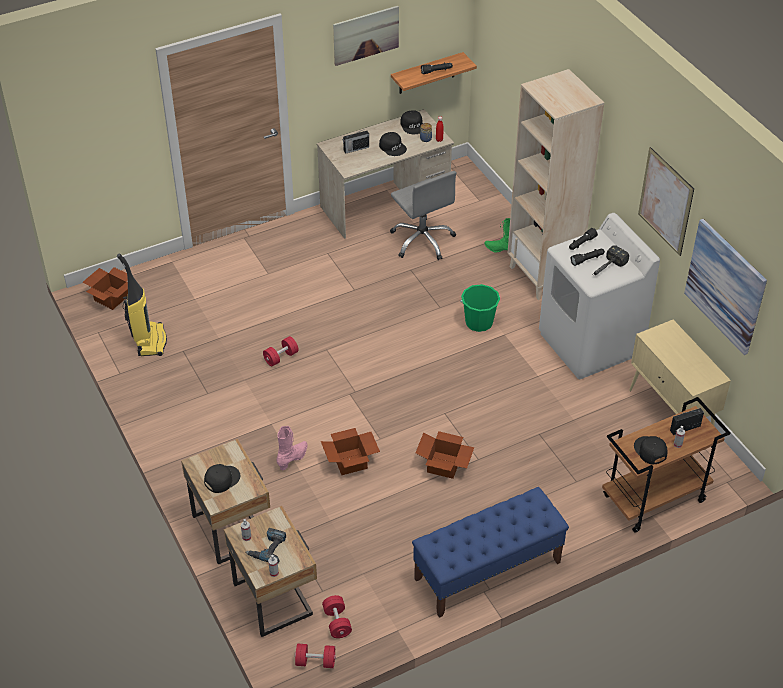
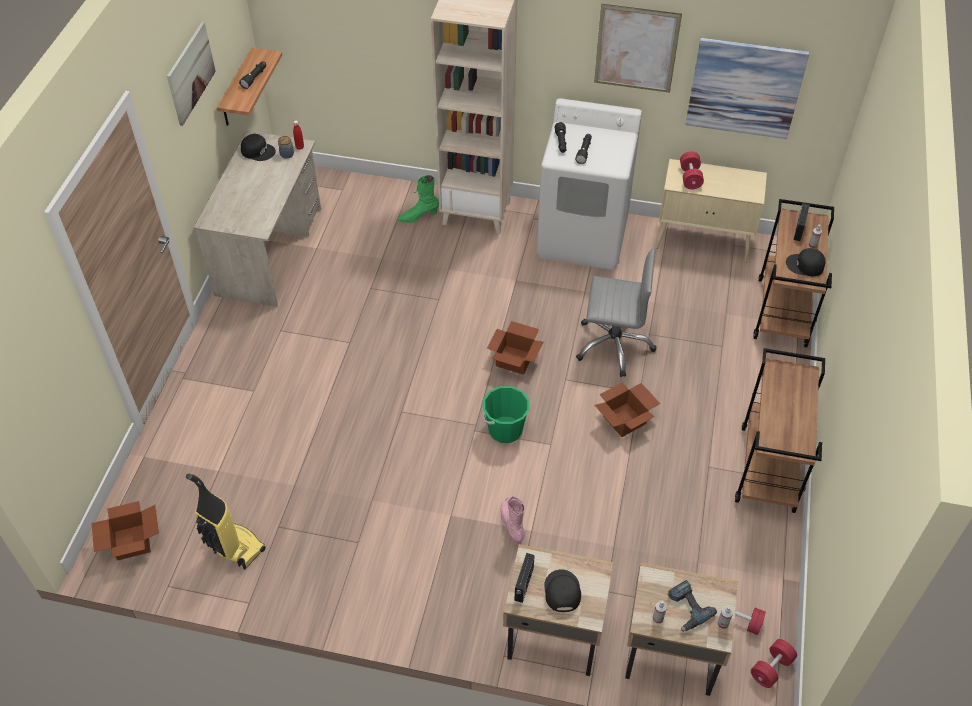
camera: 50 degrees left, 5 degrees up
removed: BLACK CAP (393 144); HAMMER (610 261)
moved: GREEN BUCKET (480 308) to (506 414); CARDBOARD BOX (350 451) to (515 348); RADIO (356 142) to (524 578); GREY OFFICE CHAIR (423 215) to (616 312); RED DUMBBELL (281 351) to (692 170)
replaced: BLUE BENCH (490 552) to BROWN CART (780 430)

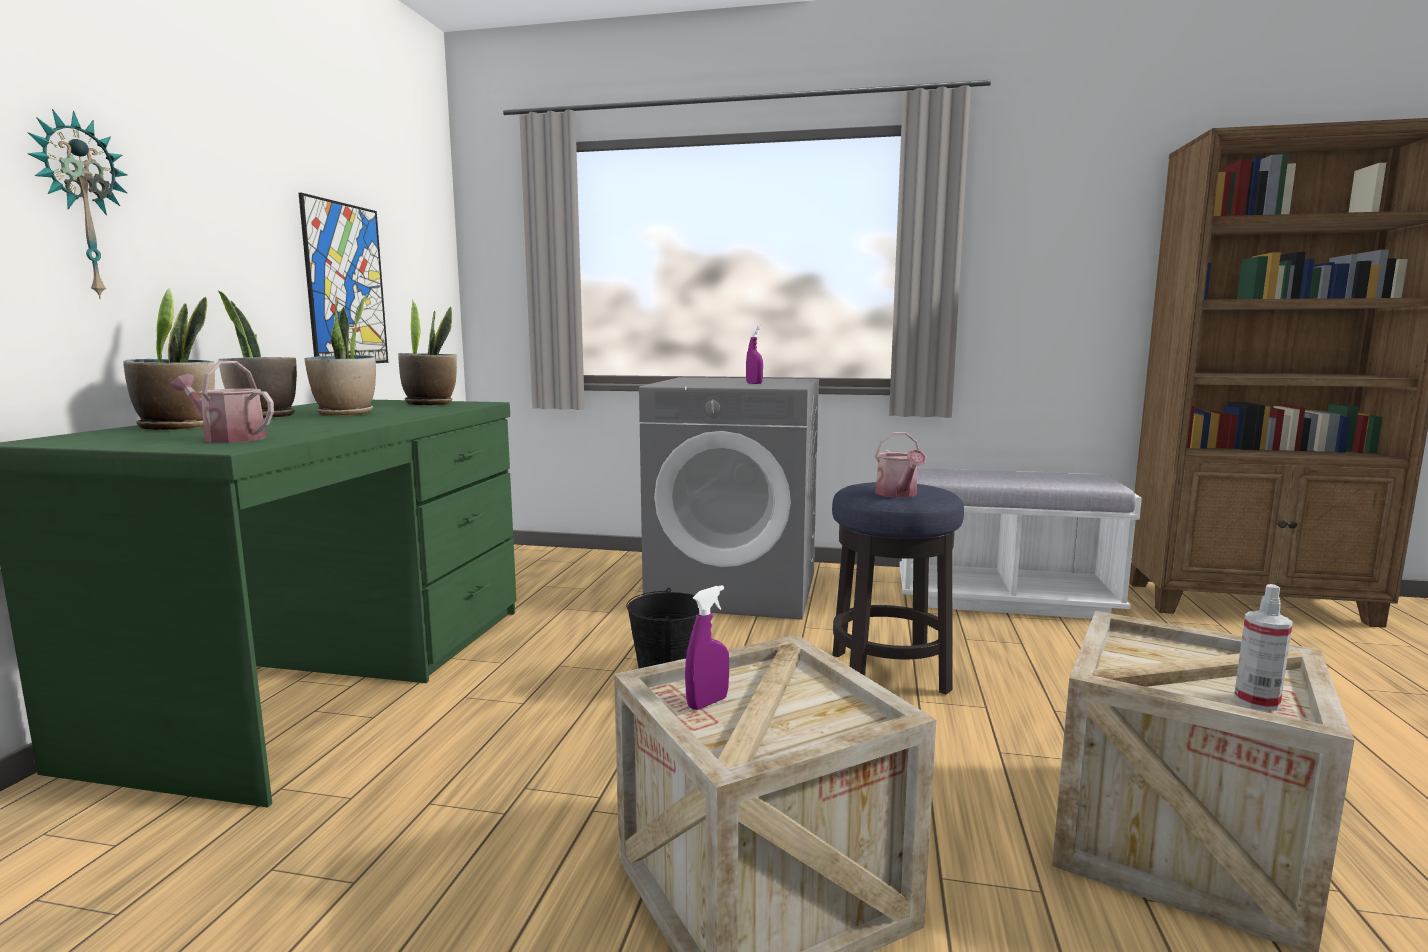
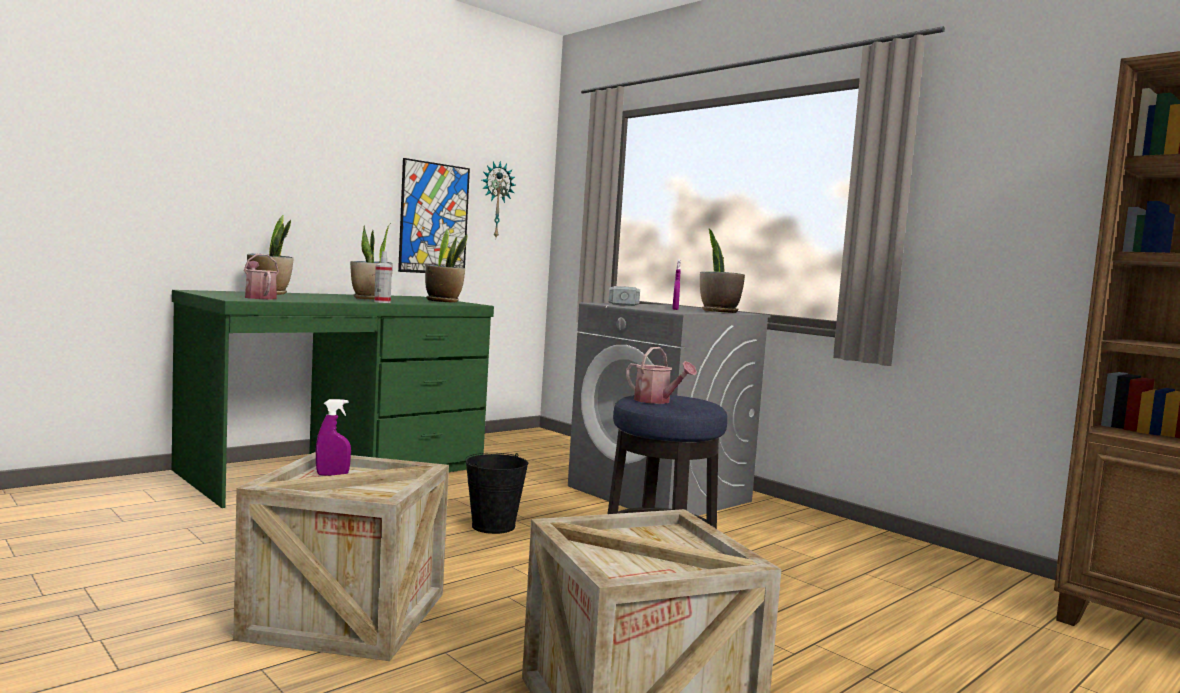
camera: 35 degrees right, 5 degrees down
removed: WHITE BENCH (1021 544)
added: HAMMER (624 296)
moved: SPRAY BOTTLE (1263 647) to (383 277); WALL CLOCK (77 204) to (499 199); POTTED PLANT (257 354) to (722 271)
turned: WATERING CAN (901 464) = (661 375) 75 degrees counterclockwise

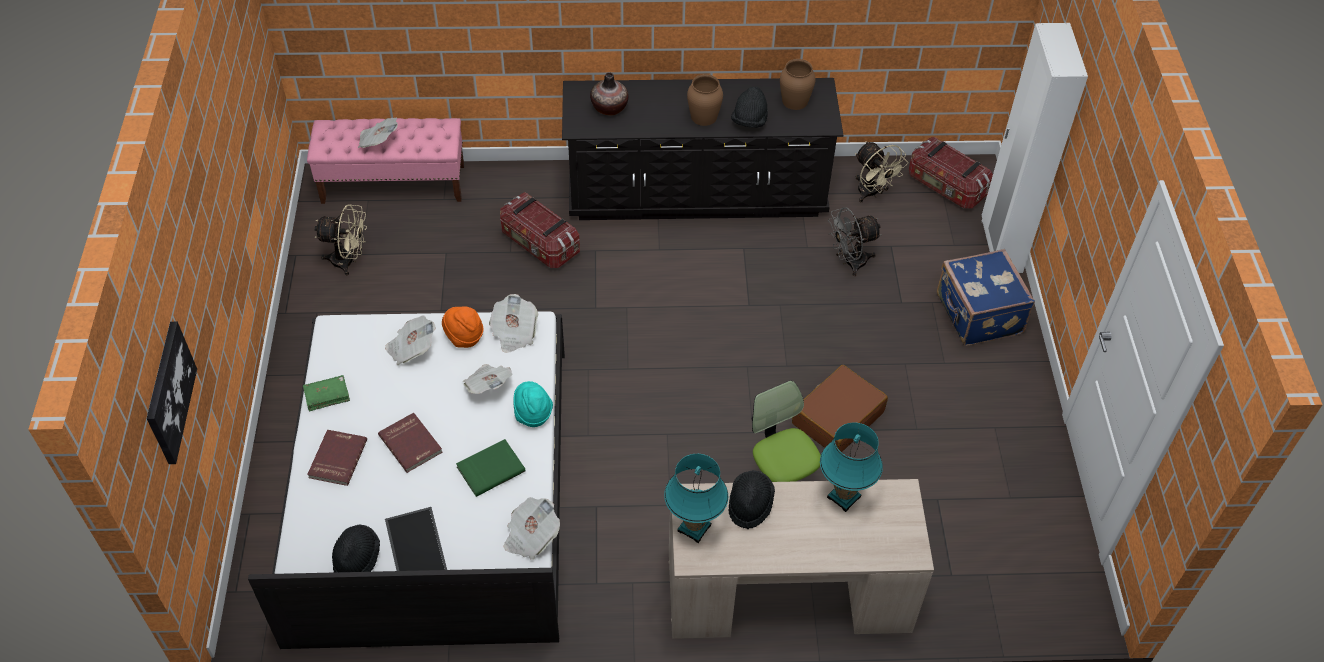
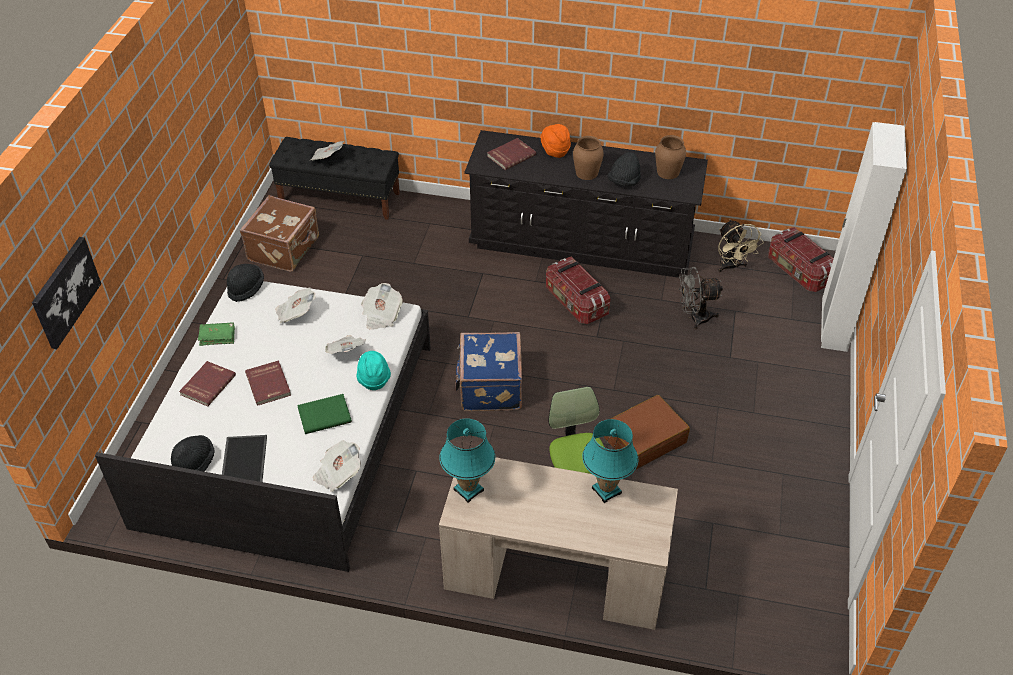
camera: 15 degrees right, 5 degrees down
moved: BLACK HAT (751 499) to (245 283); BLUE SUITCASE (986 297) to (488 371); ORANGE HAT (462 327) to (556 141); STORAGE BOX (540 230) to (578 290)
replaced: BEIGE FAN (340 240) to BROWN SUITCASE (279 233); VASE (609 94) to RED BOOK (511 154)
recoloured: PINK BENCH (385 161) to BLACK BENCH (334 178)

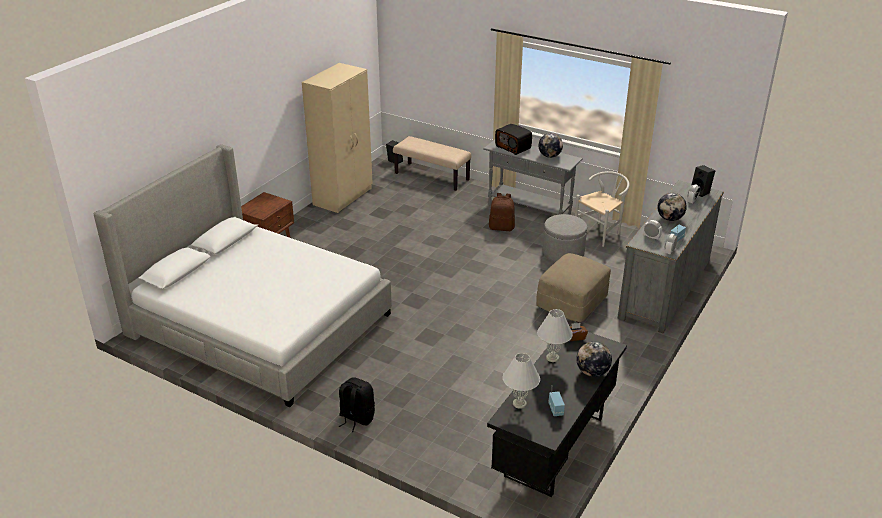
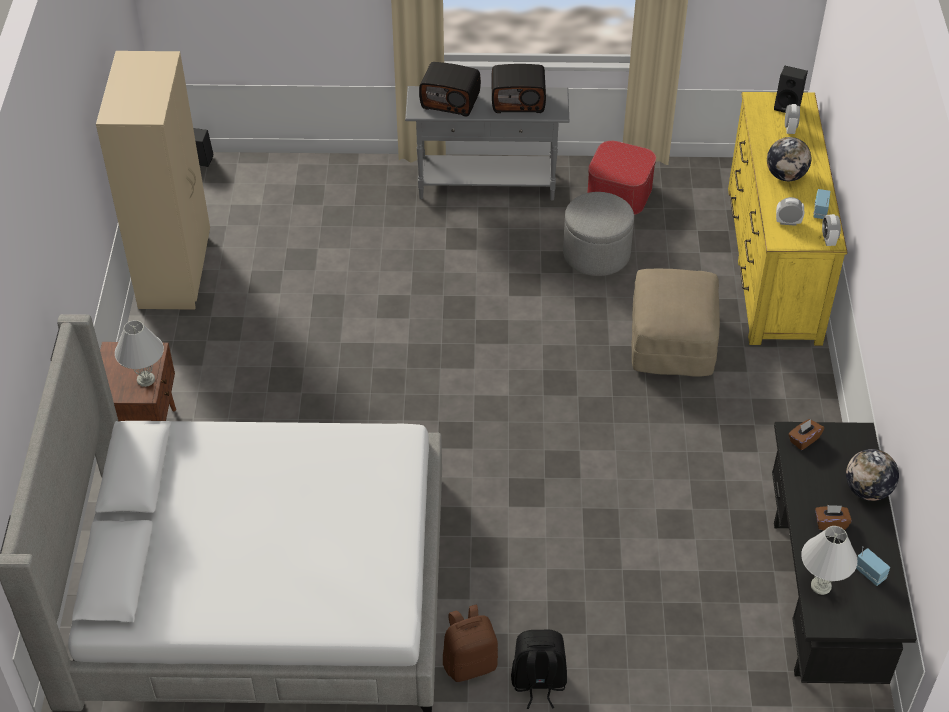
camera: 30 degrees left, 15 degrees up
removed: BEIGE BENCH (432 163)
added: BROWN TISSUE BOX (833 517)
moved: WHITE TABLE LAMP (555 335) to (139 353); BROWN BACKPACK (502 212) to (470 643)
replaced: GLOBE (551 145) to RADIO (518 88); WHITE CHAIR (602 209) to OTTOMAN (621 178)
recoloured: GREY DRESSER (671 256) to YELLOW DRESSER (787 219)

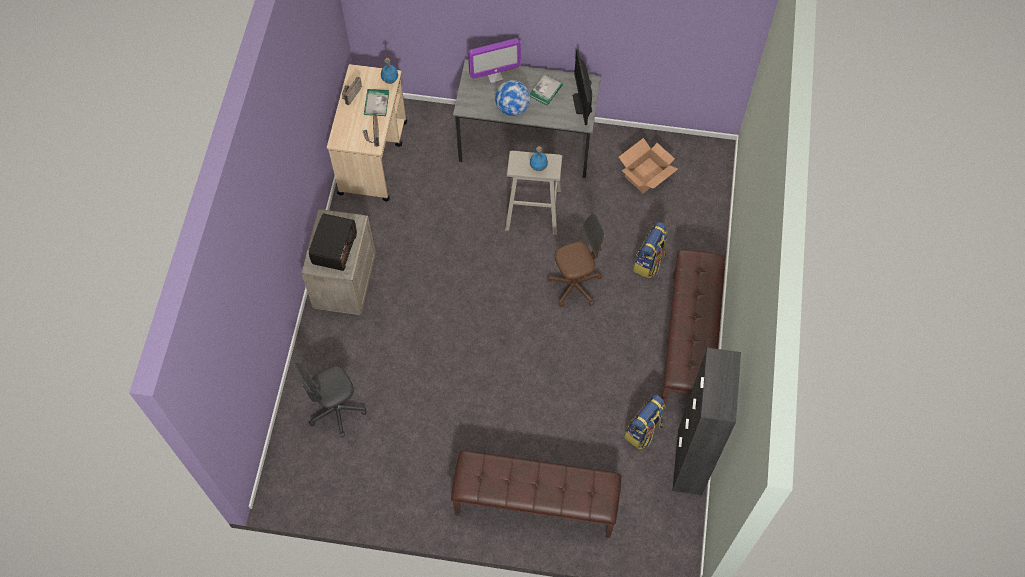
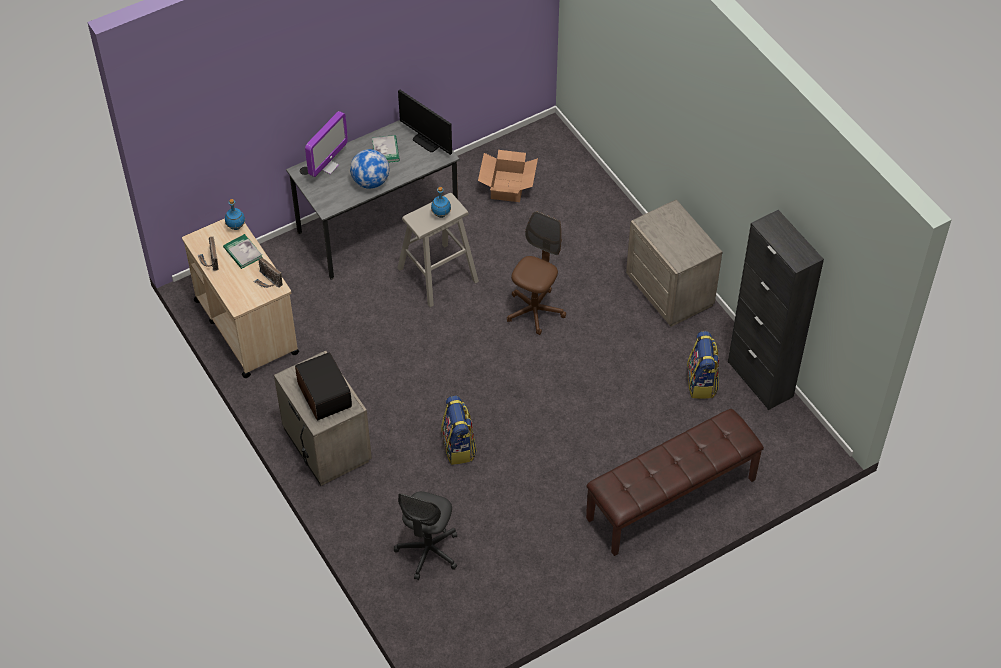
camera: 40 degrees left, 10 degrees down
moved: BACKPACK (650 250) to (459 430)
replaced: BROWN BENCH (693 327) to BEIGE NIGHTSTAND (674 263)

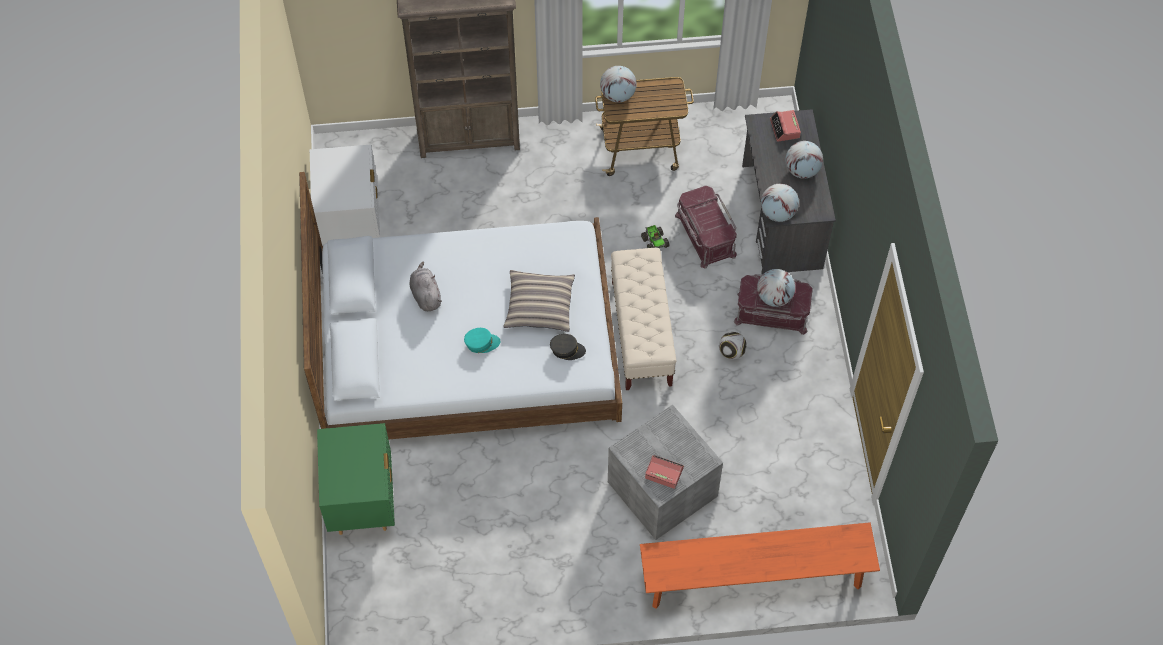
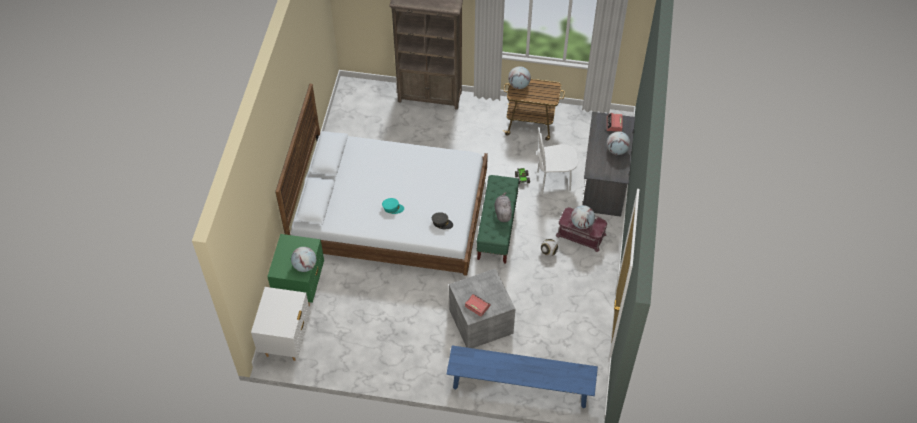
camera: 15 degrees right, 5 degrees down
removed: PILLOW (539 301)
moved: WHITE NIGHTSTAND (345 195) to (280 324); GLOBE (780 203) to (303 259); GREY PLUSH TOY (426 286) to (503 207)
replaced: RED STORAGE BOX (706 227) to WHITE CHAIR (557 161)
recoloured: ORANGE BENCH (760 565) to BLUE BENCH (522 377); BEIGE BENCH (644 319) to GREEN BENCH (497 219)

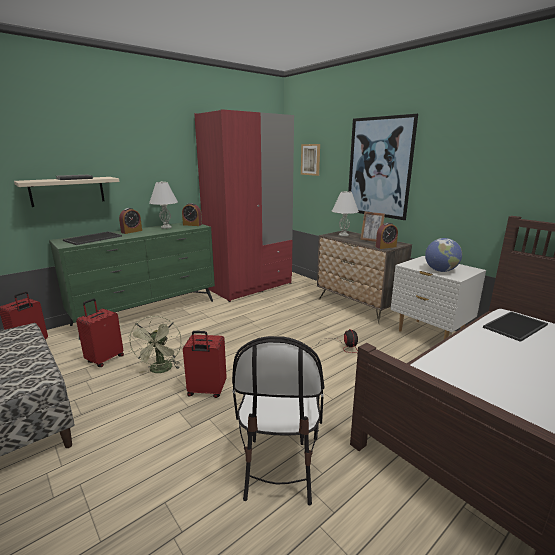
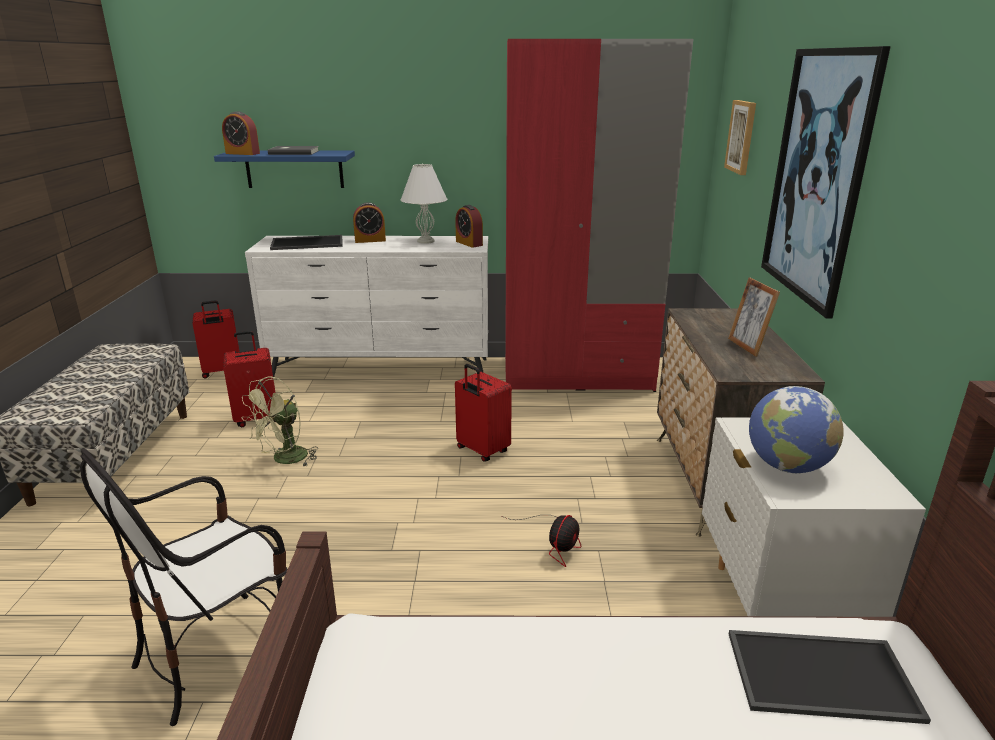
camera: 40 degrees right, 5 degrees up
removed: WHITE TABLE LAMP (345 213)
moved: ALARM CLOCK (387 235) to (241 133); RED SUITCASE (205 364) to (483 413)
recoloured: BEIGE SHELF (66 192) to BLUE SHELF (284 169); GREEN DRESSER (132 281) to WHITE DRESSER (366 307)

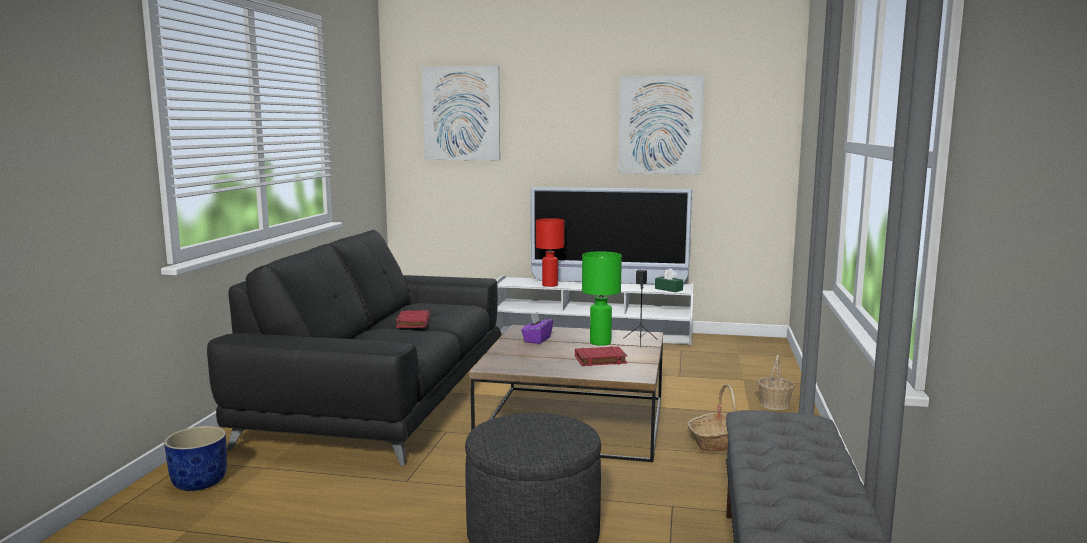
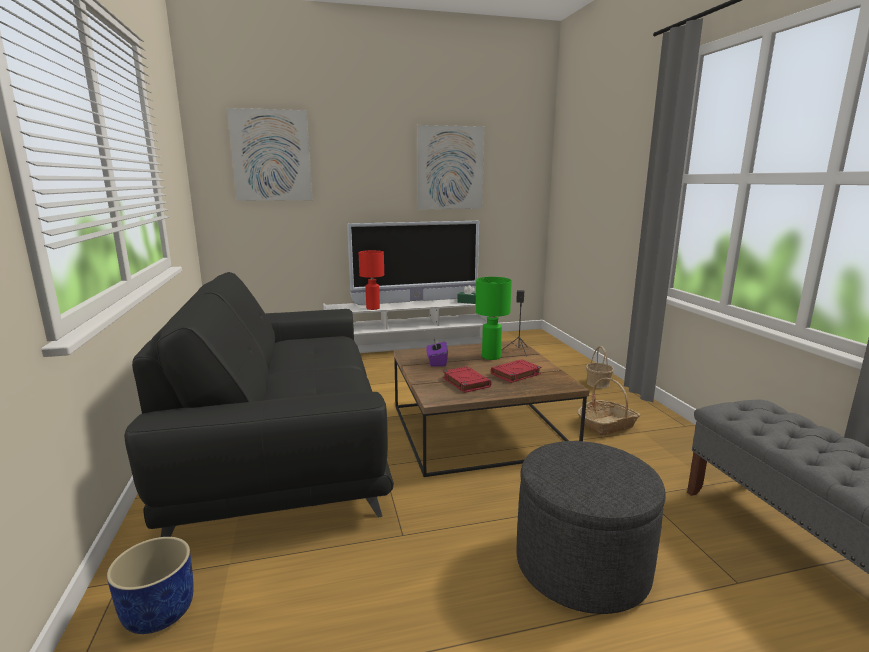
camera: 25 degrees left, 5 degrees up
moved: RED BOOK (413 319) to (467 379)

